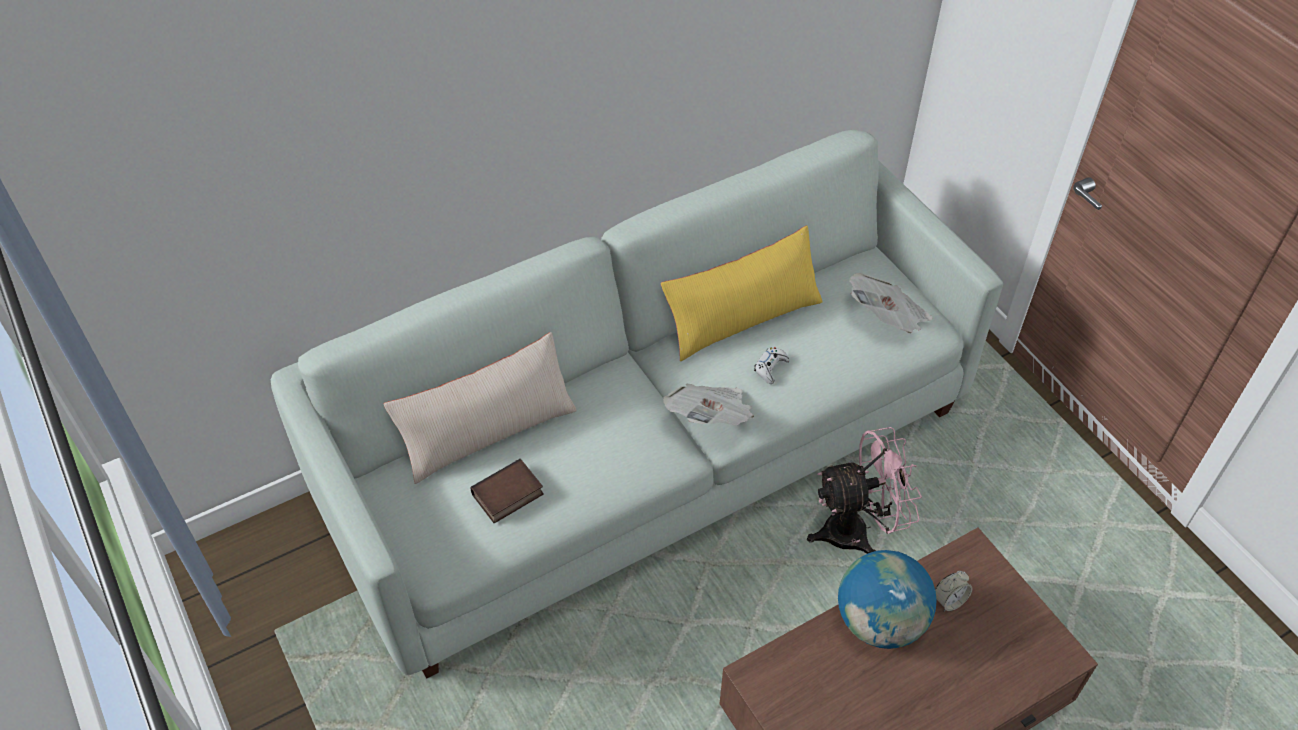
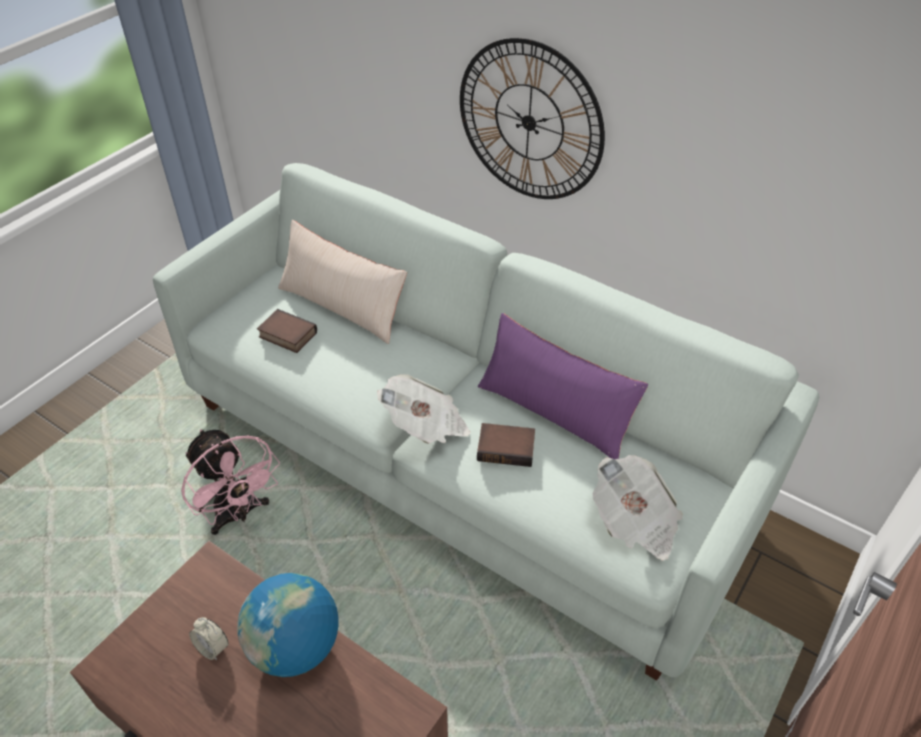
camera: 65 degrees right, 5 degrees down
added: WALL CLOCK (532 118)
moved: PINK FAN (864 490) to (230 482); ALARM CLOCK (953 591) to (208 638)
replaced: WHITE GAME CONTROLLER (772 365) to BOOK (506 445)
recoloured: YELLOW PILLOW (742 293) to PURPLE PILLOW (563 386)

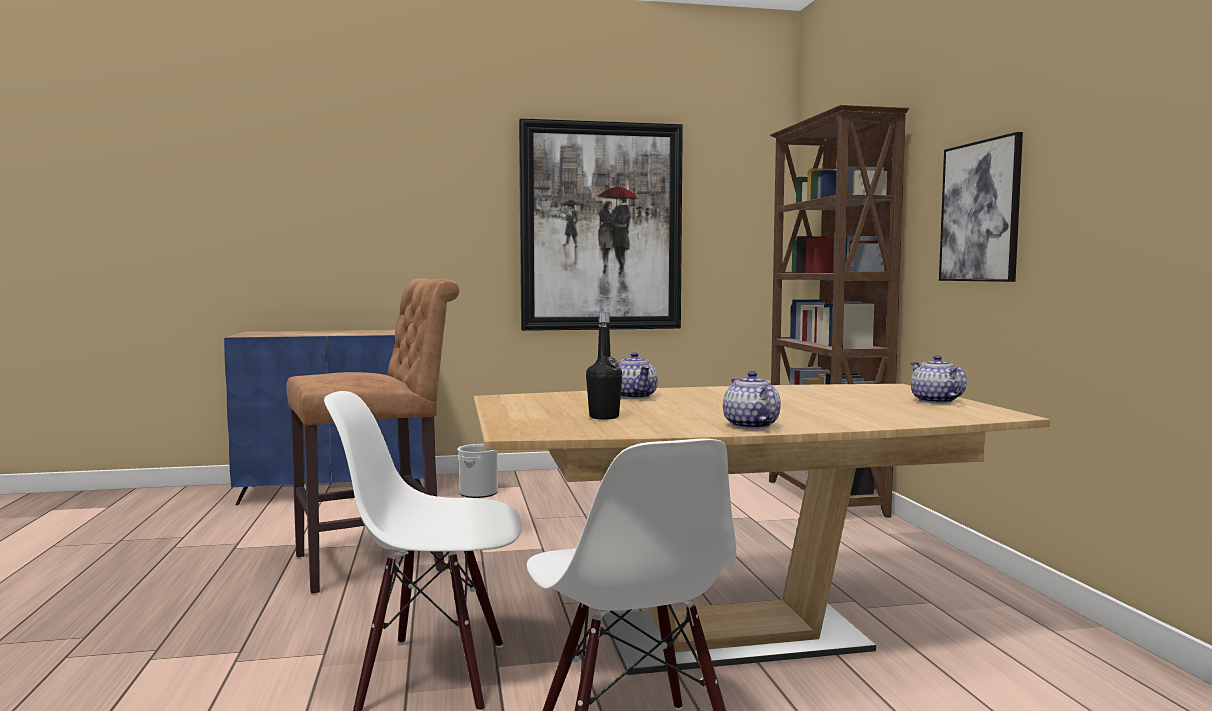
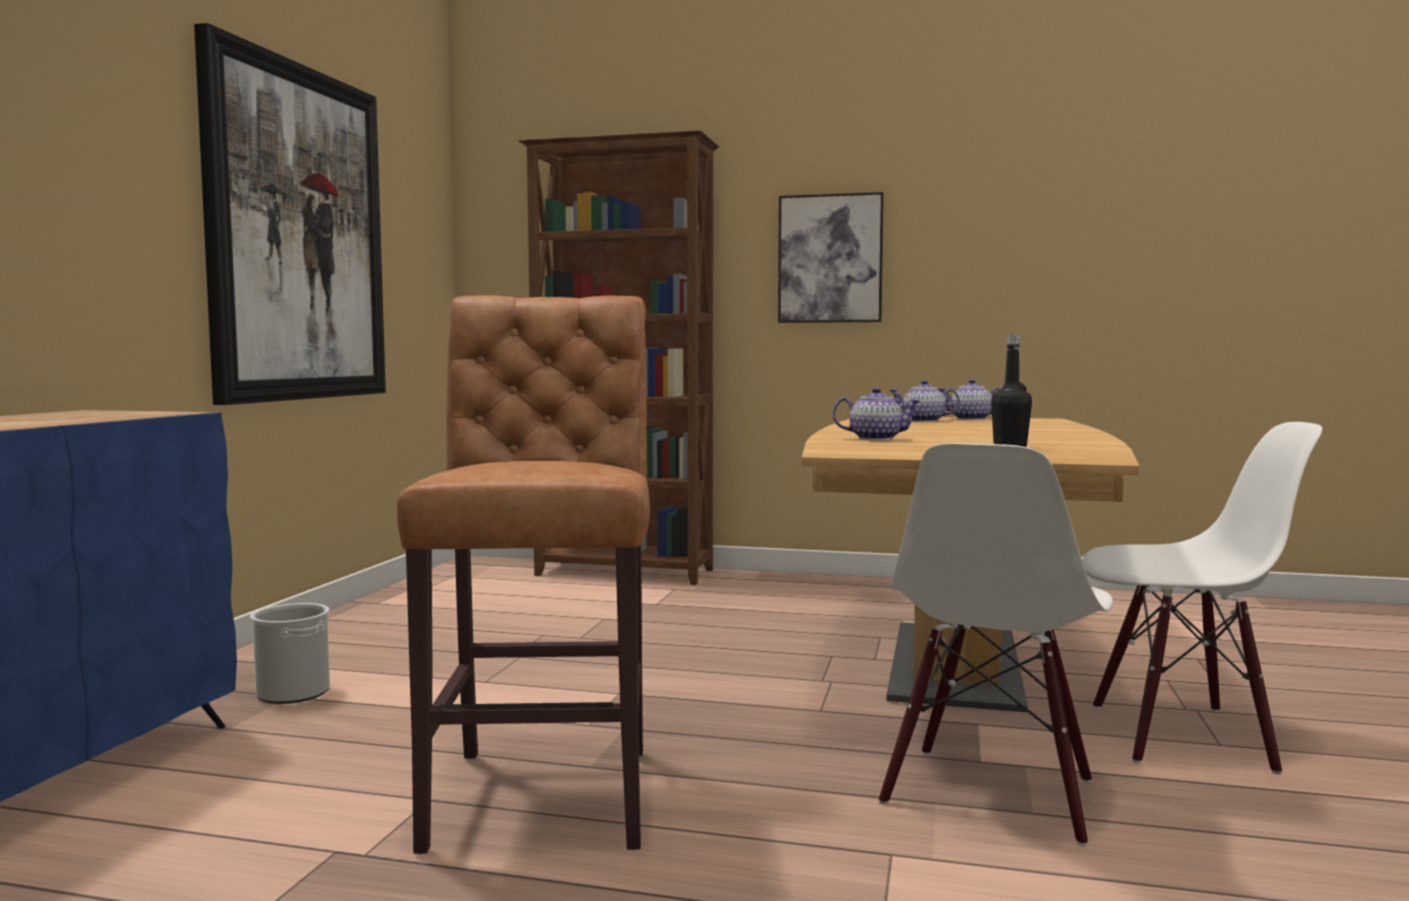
camera: 65 degrees left, 0 degrees up
moved: TEAPOT (752 400) to (924 401)

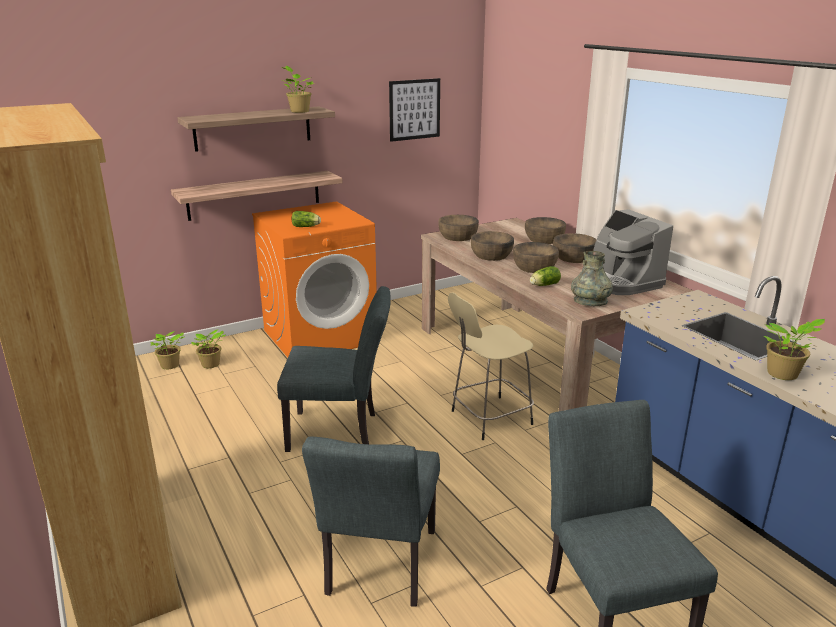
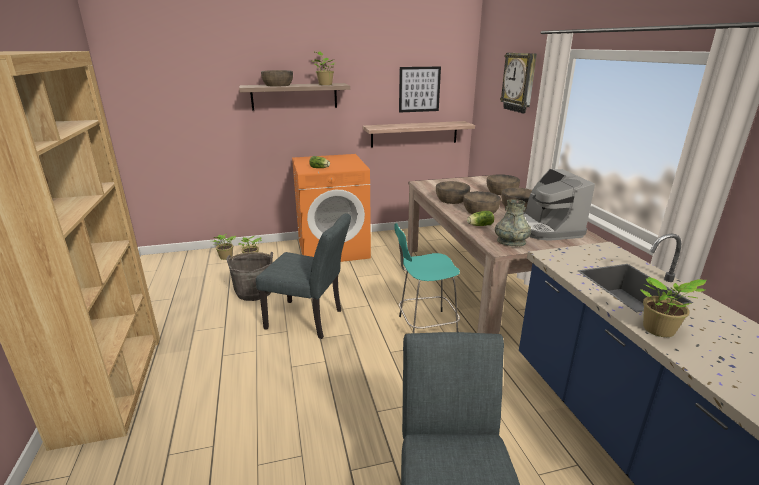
camera: 15 degrees right, 0 degrees up
removed: GREY CHAIR (371 522)
added: GREY BUCKET (249 276); WALL CLOCK (518 83)
moved: BROWN BOWL (458 228) to (277 78); SHELF (257 196) to (419 134)
recoloured: BEIGE STOOL (491 366) to TURQUOISE STOOL (427 278)

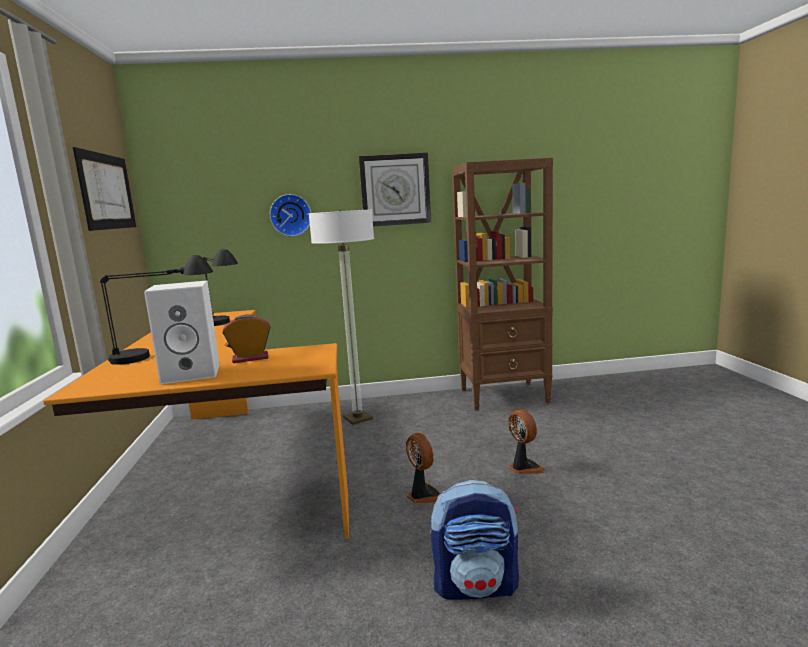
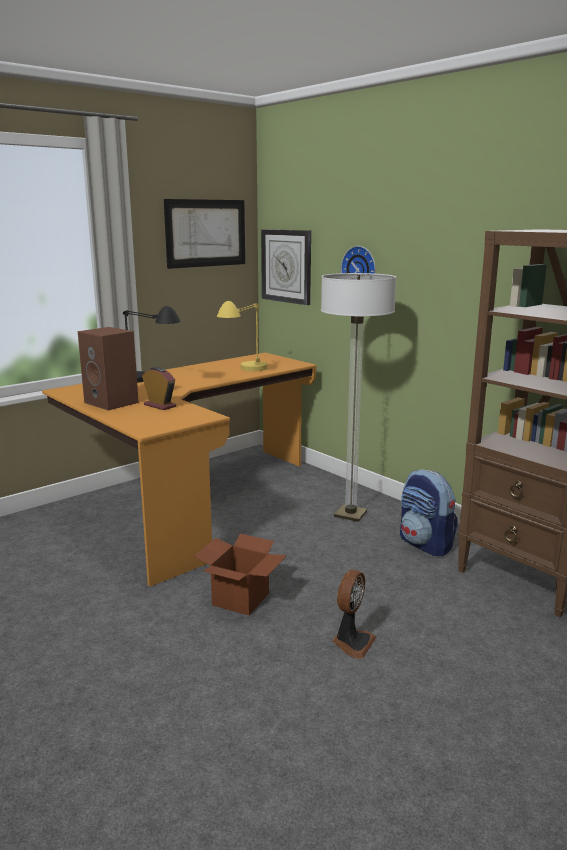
camera: 55 degrees right, 5 degrees up
moved: WALL CLOCK (395 189) to (286 267); BACKPACK (475 540) to (429 512)
replaced: FAN (423 468) to CARDBOARD BOX (240 575)
recoloured: WHITE SPEAKER (182 332) to BROWN SPEAKER (108 368); BLACK TABLE LAMP (220 287) to YELLOW TABLE LAMP (242 336)

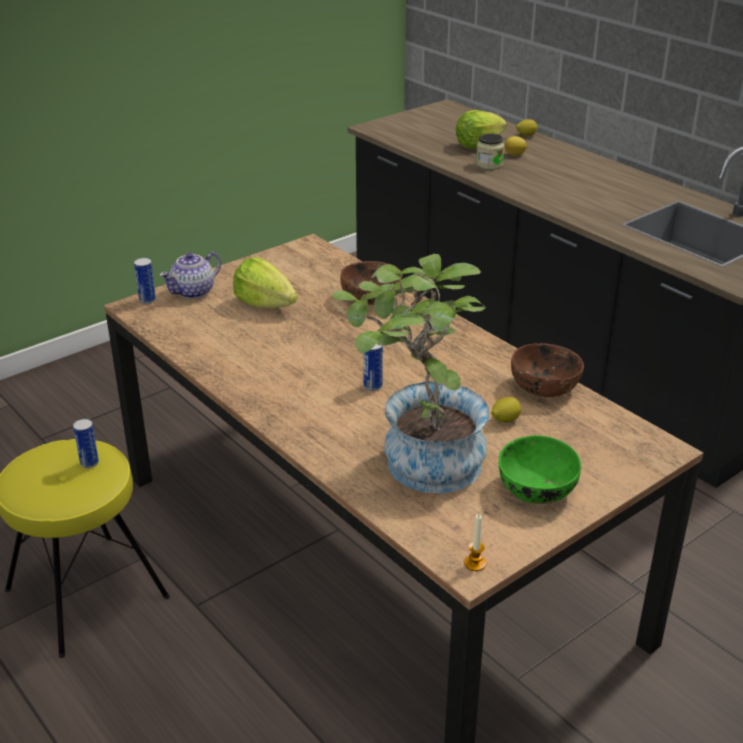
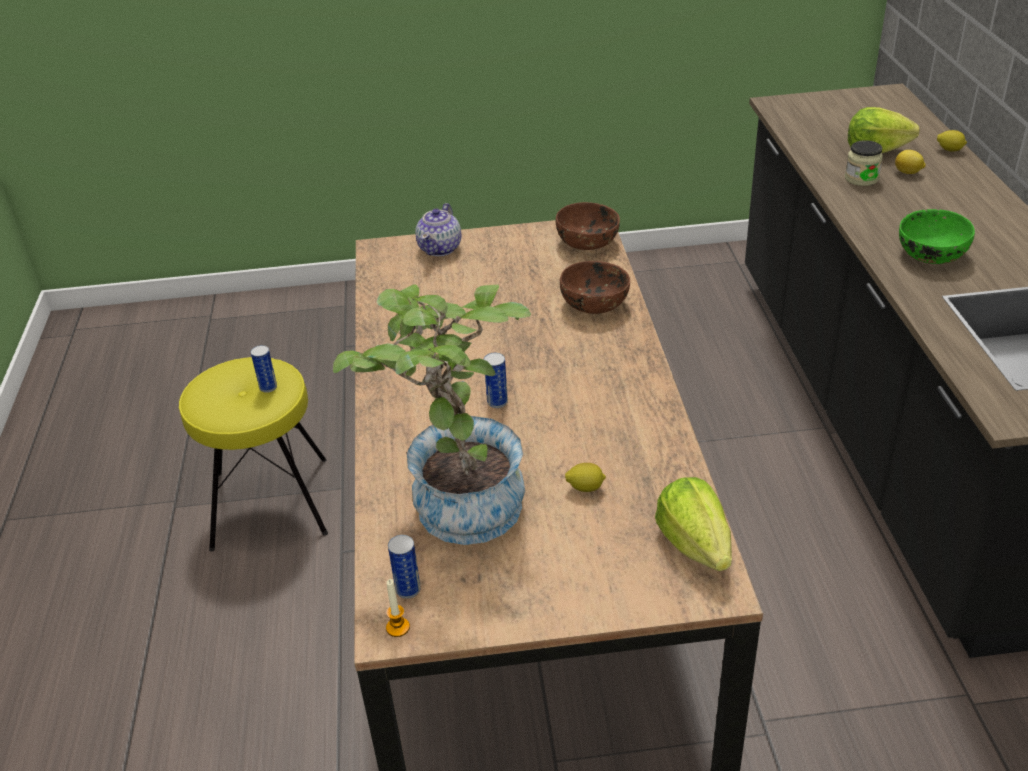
camera: 35 degrees right, 5 degrees up
moved: CAN (145 281) to (404 567); BROWN BOWL (547 370) to (588 226); LETTUCE (265 282) to (693 524); GREEN BOWL (540 469) to (937 236)
turned: TEAPOT (190 275) = (438 229) 60 degrees counterclockwise

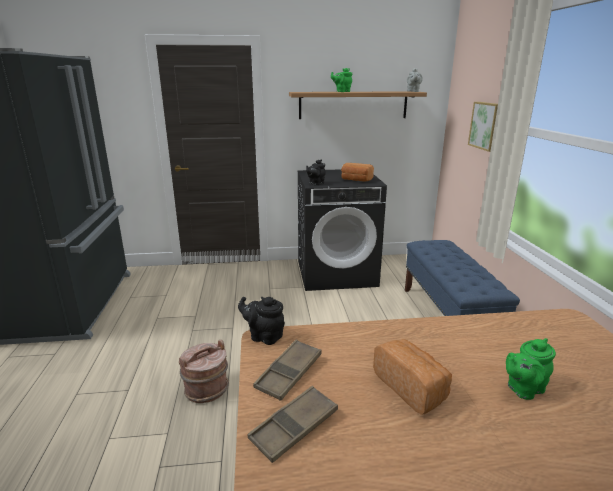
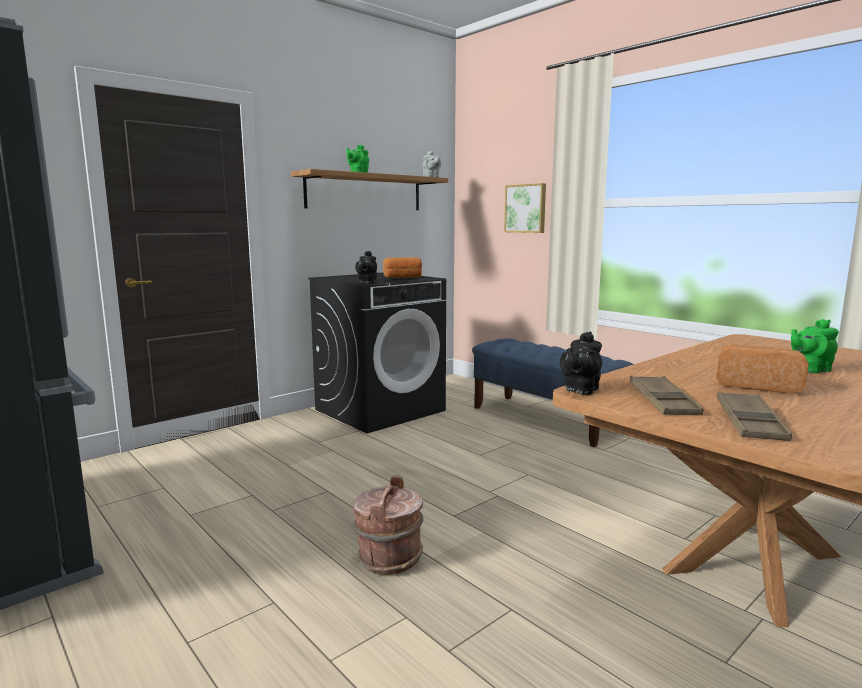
camera: 35 degrees left, 10 degrees down
turned: BLACK TEAPOT (261 321) = (581 363) 45 degrees counterclockwise; GREEN TEAPOT (531 369) = (815 346) 45 degrees clockwise

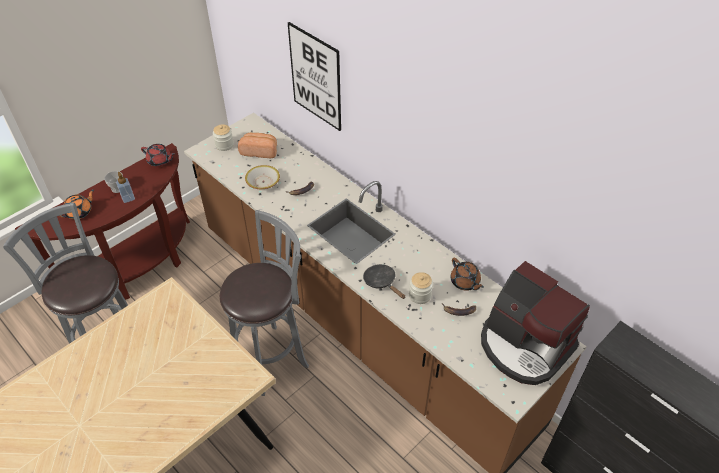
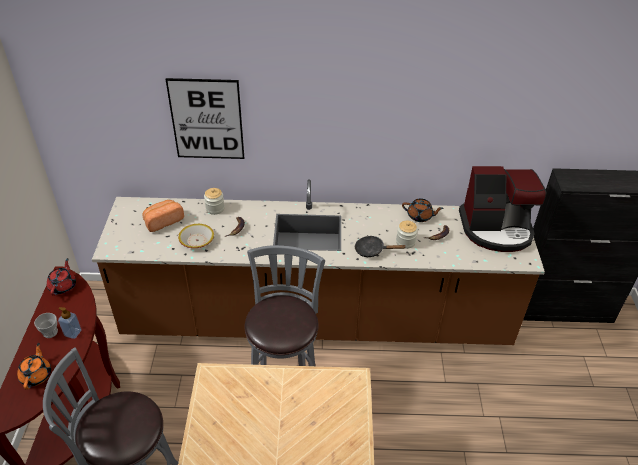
camera: 45 degrees left, 5 degrees down
moved: JAR (223 137) to (214 201)
turned: RED TEAPOT (158 155) = (61 277) 60 degrees counterclockwise

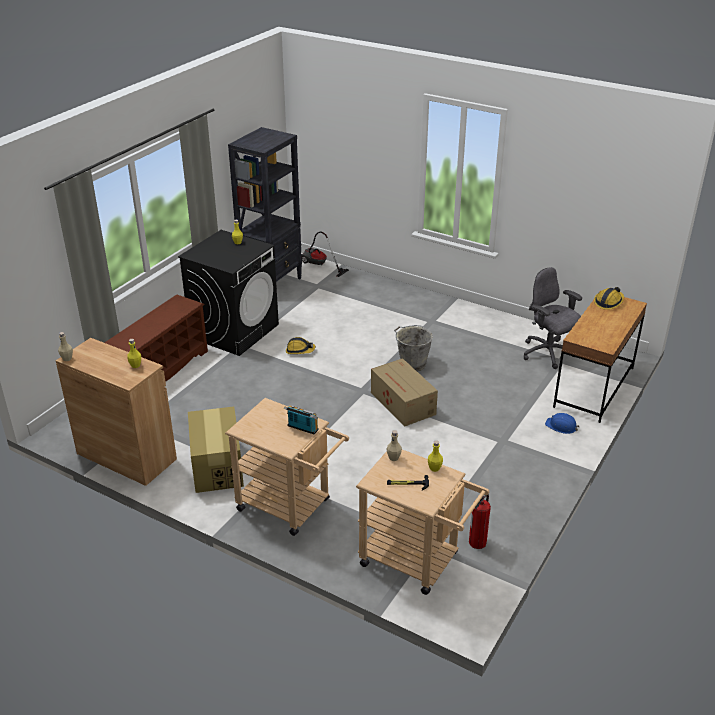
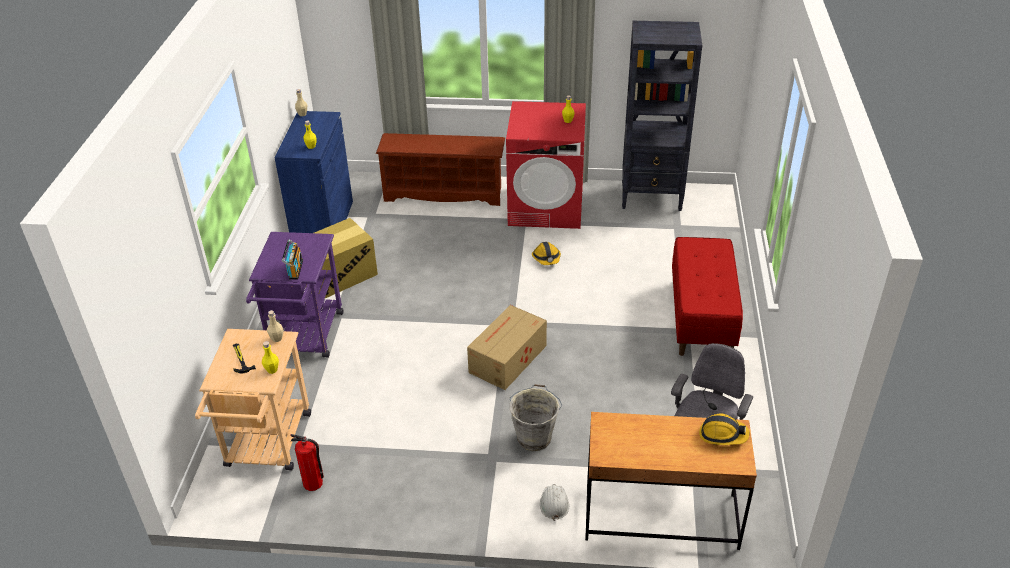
camera: 65 degrees right, 5 degrees up
removed: VACUUM CLEANER (325 254)
added: RED BENCH (707 296)
moved: GREY BUCKET (413 348) to (536 417)
recoloured: BEIGE CART (287 467) to PURPLE CART (294 295); BROWN CABINET (116 412) to BLUE CABINET (313 172); BLACK WASHING MACHINE (228 293) to RED WASHING MACHINE (546 165); BLUE HARD HAT (562 423) to WHITE HARD HAT (554 502)

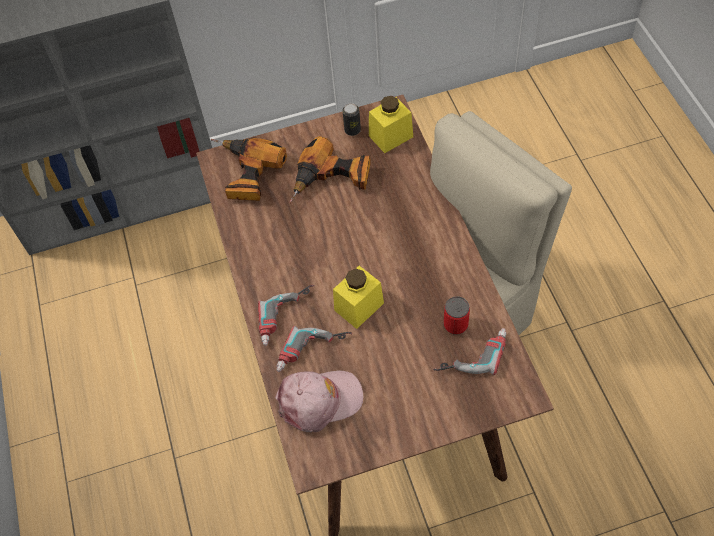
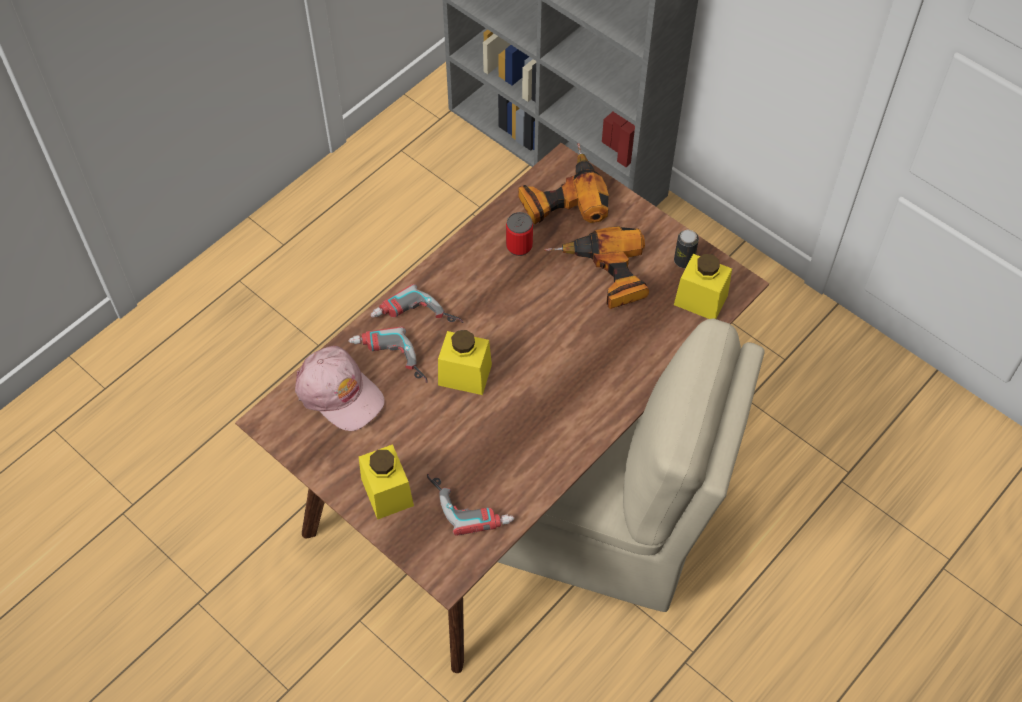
camera: 55 degrees right, 0 degrees up
added: YELLOW JAR (386 482)
moved: CAN (457 315) to (519 234)

